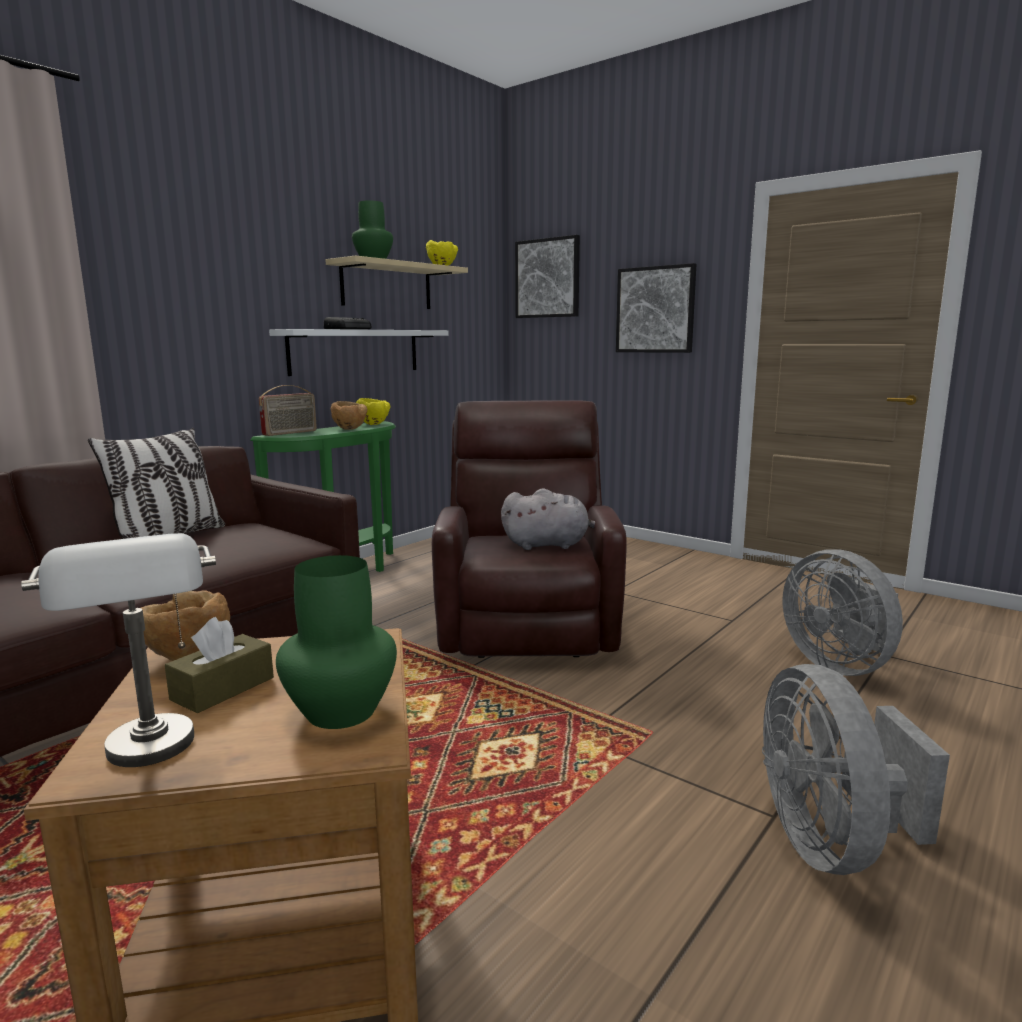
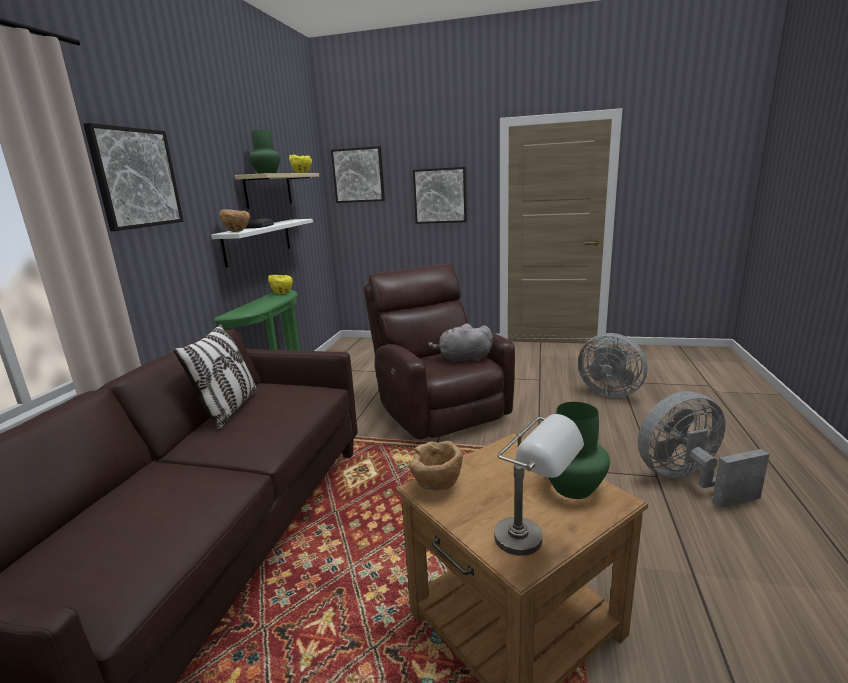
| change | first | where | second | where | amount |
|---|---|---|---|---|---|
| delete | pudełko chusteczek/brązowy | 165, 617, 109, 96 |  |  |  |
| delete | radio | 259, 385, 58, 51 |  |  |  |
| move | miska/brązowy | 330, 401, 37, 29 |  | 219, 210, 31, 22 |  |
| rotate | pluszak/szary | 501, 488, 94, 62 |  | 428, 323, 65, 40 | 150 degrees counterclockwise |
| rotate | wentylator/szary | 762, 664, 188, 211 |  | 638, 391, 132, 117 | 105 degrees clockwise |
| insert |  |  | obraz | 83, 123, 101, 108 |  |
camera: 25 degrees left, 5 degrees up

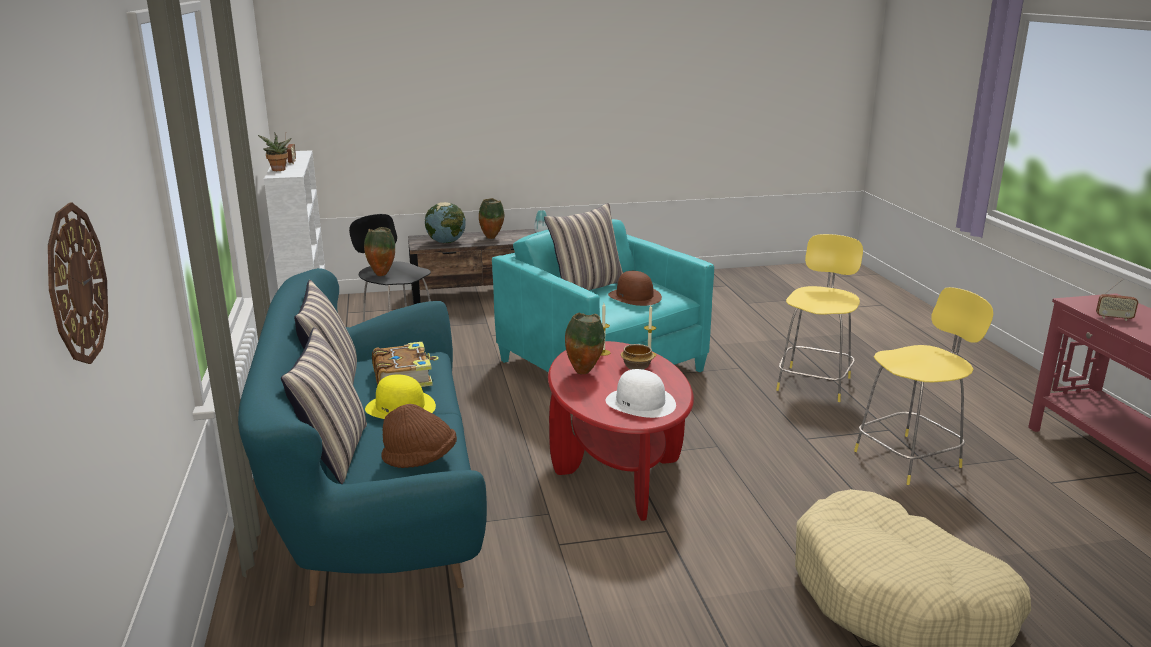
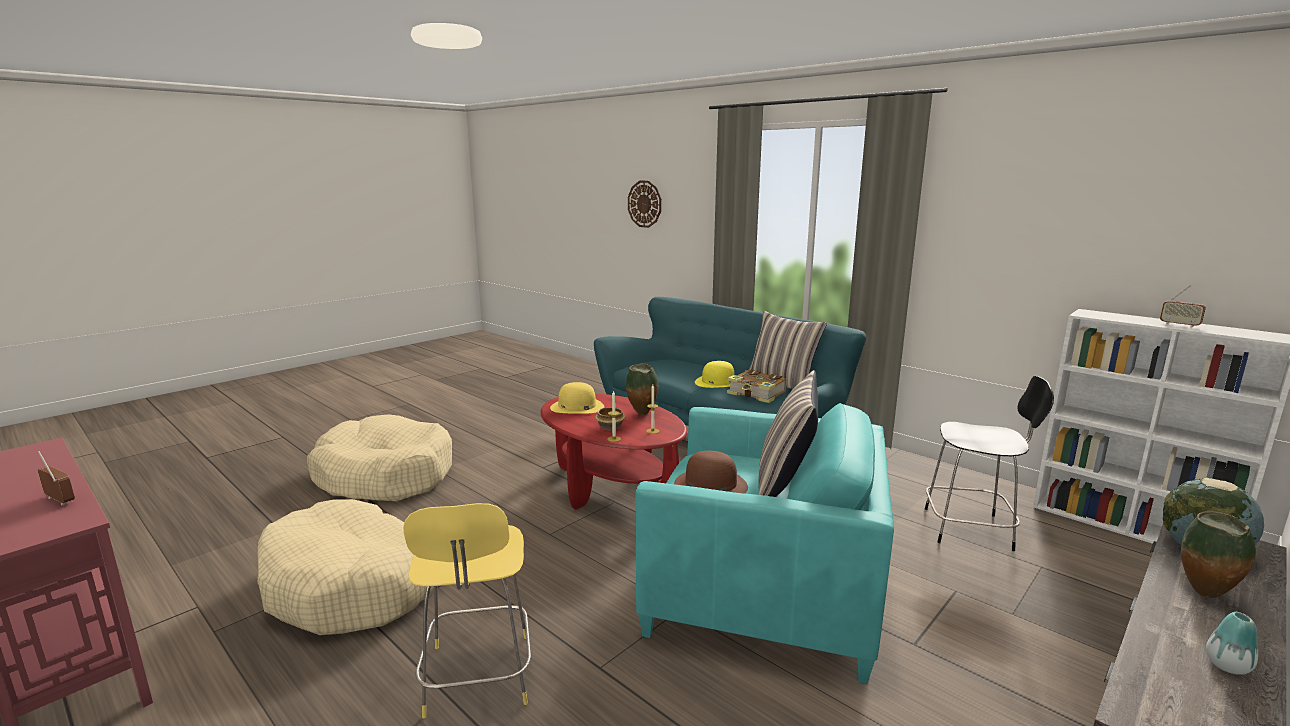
| change | first | where | second | where | amount |
|---|---|---|---|---|---|
| delete | roślina doniczkowa | 258, 133, 34, 38 |  |  |  |
| delete | poduszka | 281, 327, 86, 157 |  |  |  |
| delete | wazon | 364, 227, 31, 49 |  |  |  |
| delete | kapelusz/brązowy | 381, 404, 76, 64 |  |  |  |
| recolor | kapelusz/biały | 606, 369, 70, 49 | kapelusz/żółty | 550, 382, 54, 32 |  |
| replace | stołek/żółty | 854, 287, 139, 198 | legowisko/beżowy | 258, 499, 176, 136 |  |
| rotate | radio | 1096, 279, 43, 42 |  | 38, 451, 37, 54 | 45 degrees clockwise |
camera: 145 degrees right, 5 degrees down

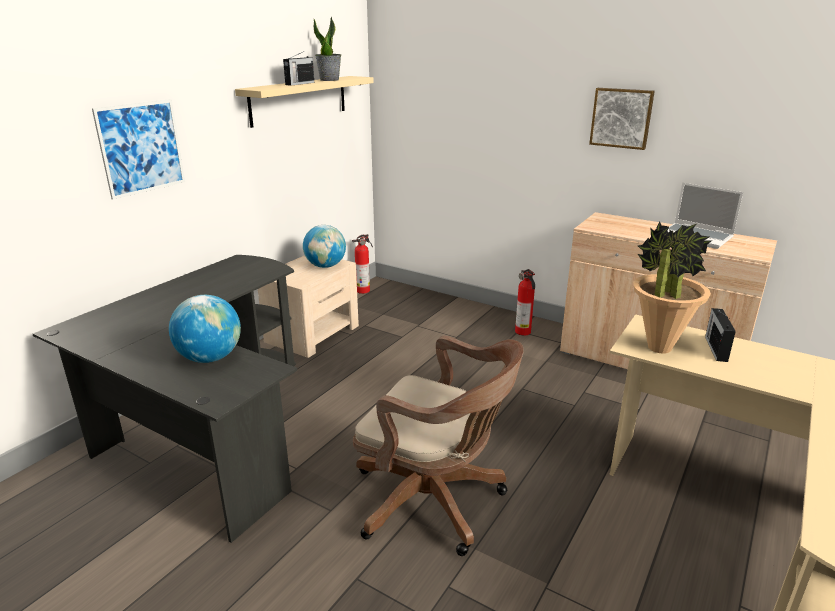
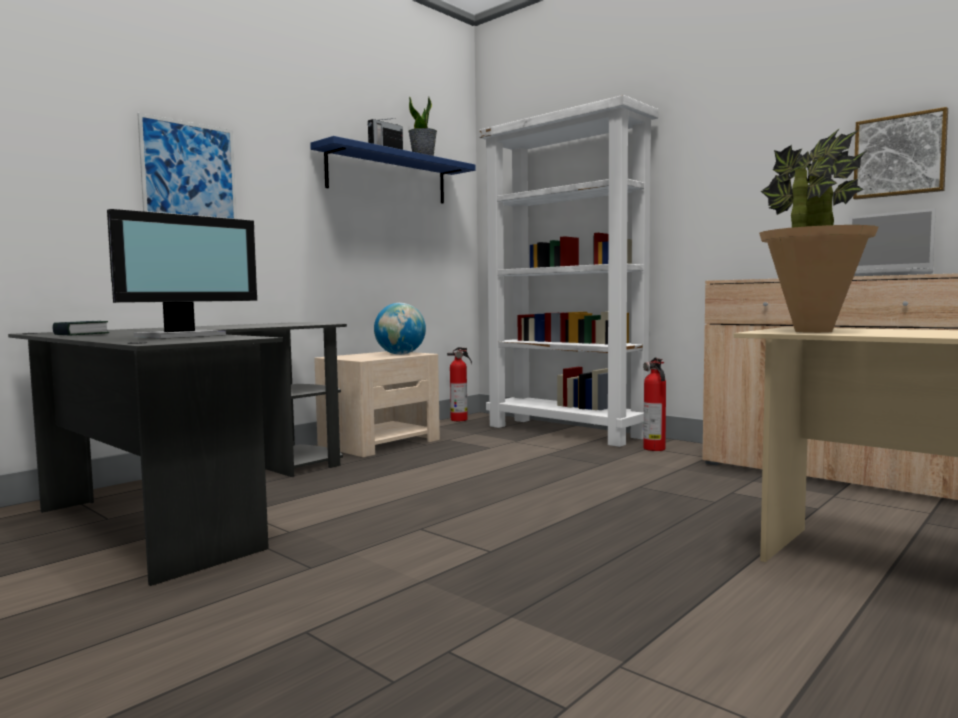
| change | first | where | second | where | amount |
|---|---|---|---|---|---|
| replace | globus | 169, 295, 72, 68 | monitor | 107, 209, 150, 130 |  |
| recolor | półka/beżowy | 235, 76, 139, 52 | półka/niebieski | 310, 136, 166, 68 |  |
| delete | krzesło biurowe/brązowy | 353, 336, 171, 220 |  |  |  |
| move | obraz | 589, 88, 66, 62 |  | 853, 107, 95, 93 |  |
| delete | radio | 705, 308, 31, 54 |  |  |  |
| insert |  |  | książka | 52, 321, 57, 15 |  |
| insert |  |  | regał/biały | 479, 95, 179, 352 |  |
camera: 10 degrees right, 20 degrees down

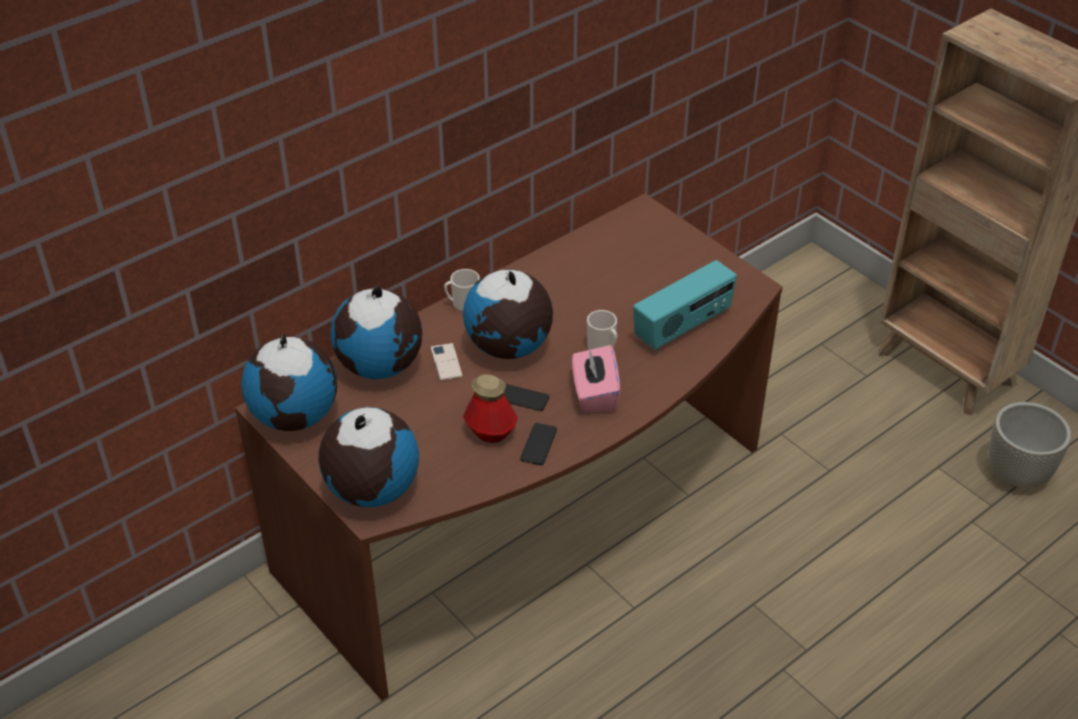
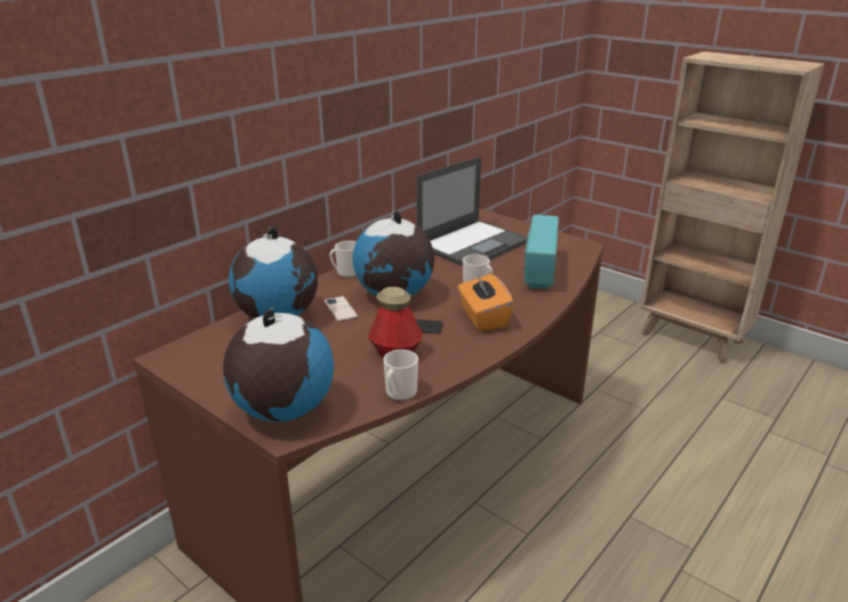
| change | first | where | second | where | amount |
|---|---|---|---|---|---|
| delete | globus | 241, 334, 96, 97 |  |  |  |
| delete | telefon | 520, 423, 37, 42 |  |  |  |
| recolor | pudełko chusteczek/różowy | 572, 345, 48, 68 | pudełko chusteczek/pomarańczowy | 458, 271, 56, 60 |  |
| rotate | radio | 633, 260, 104, 91 |  | 523, 215, 36, 74 | 150 degrees clockwise |
| delete | donica/szary | 989, 402, 82, 86 |  |  |  |
| insert |  |  | kubek | 383, 349, 35, 52 |  |
| insert |  |  | laptop | 416, 156, 112, 110 |  |
camera: 10 degrees left, 15 degrees down

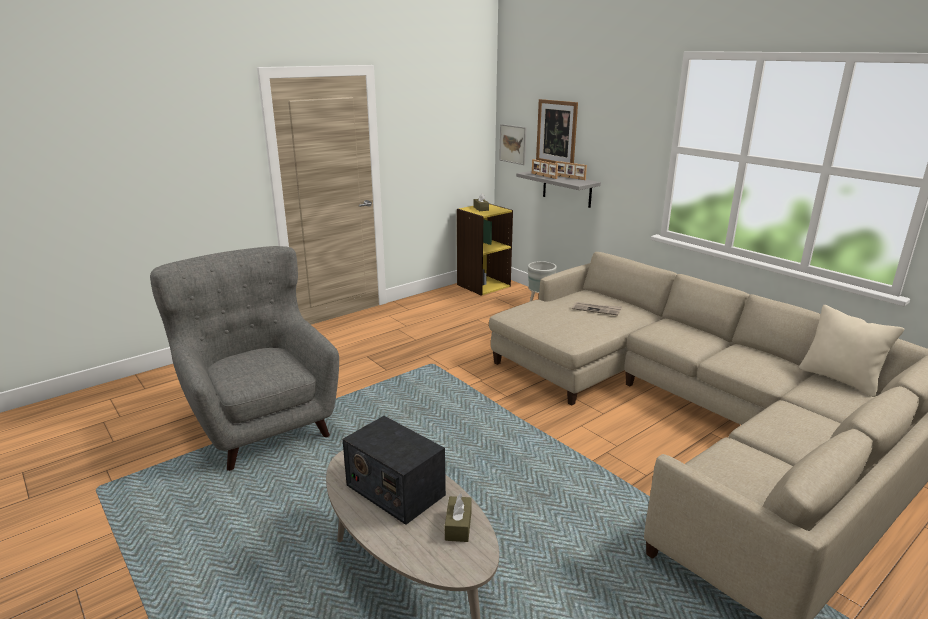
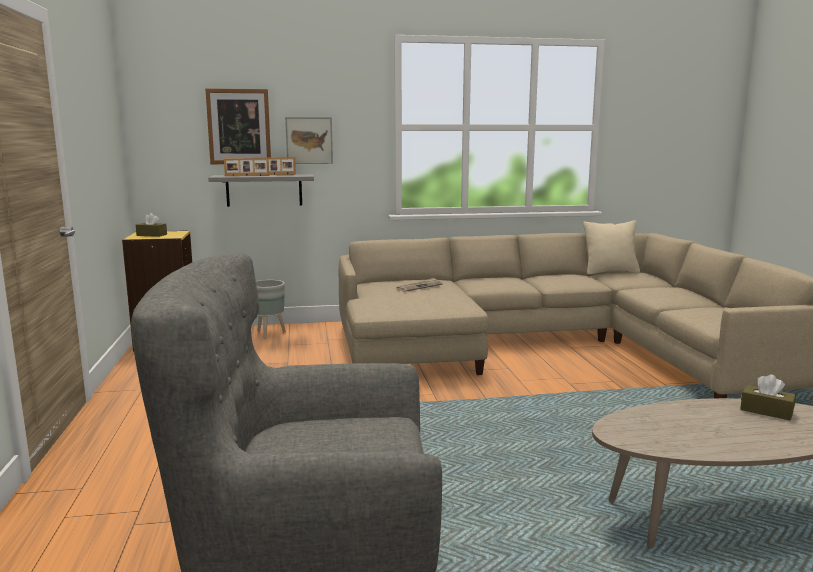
| change | first | where | second | where | amount |
|---|---|---|---|---|---|
| delete | radio | 342, 416, 104, 109 |  |  |  |
| move | obraz | 499, 124, 28, 41 |  | 285, 117, 48, 47 |  |
camera: 60 degrees left, 10 degrees down

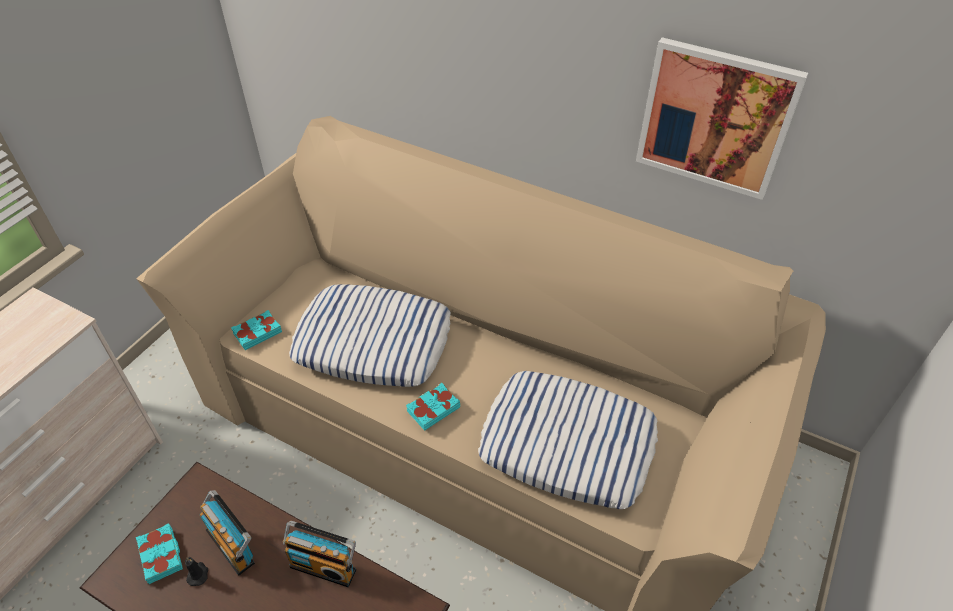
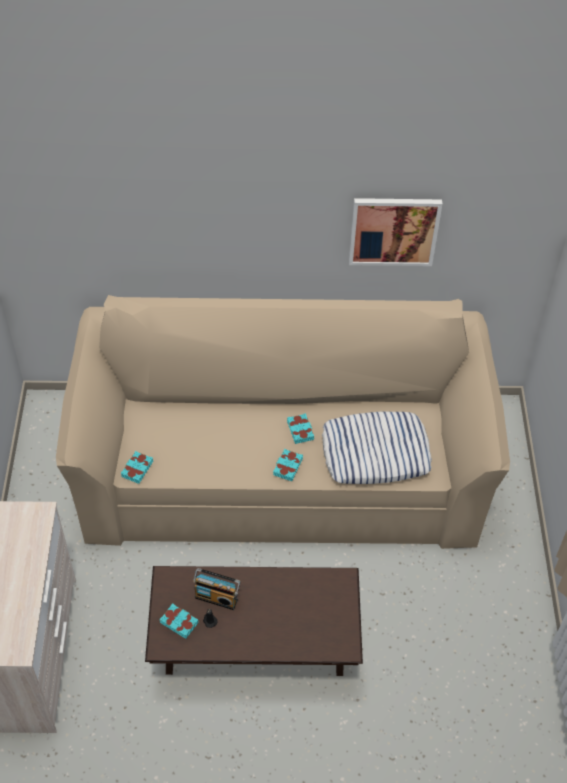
| change | first | where | second | where | amount |
|---|---|---|---|---|---|
| delete | radio | 283, 521, 73, 66 |  |  |  |
| delete | poduszka | 289, 284, 162, 103 |  |  |  |
| insert |  |  | książka/turkusowy | 287, 413, 27, 31 |  |
camera: 30 degrees left, 5 degrees up

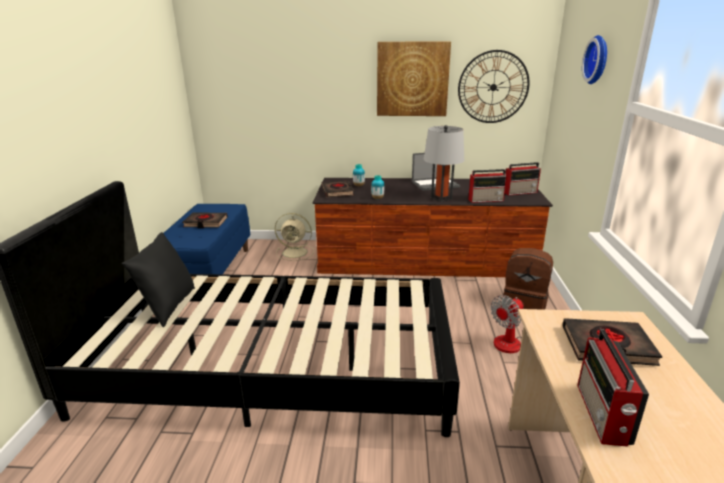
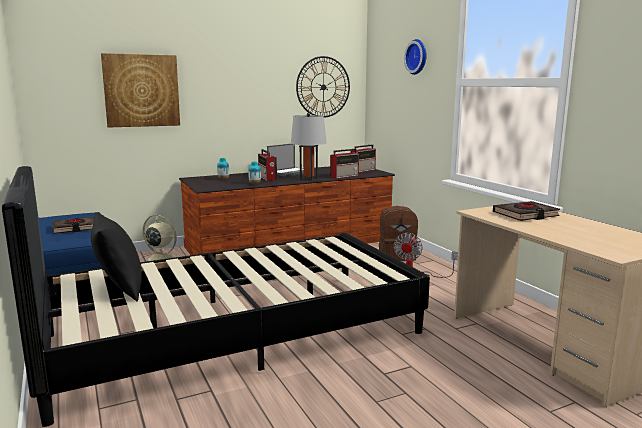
| change | first | where | second | where | amount |
|---|---|---|---|---|---|
| rotate | wentylator/beżowy | 275, 213, 39, 48 |  | 139, 215, 43, 46 | 135 degrees counterclockwise |
| delete | książka/czarny | 322, 180, 32, 17 |  |  |  |
| move | obraz | 377, 41, 74, 75 |  | 101, 53, 79, 75 |  |
| move | radio | 577, 329, 72, 118 |  | 258, 149, 19, 32 |  |
camera: 30 degrees left, 10 degrees down

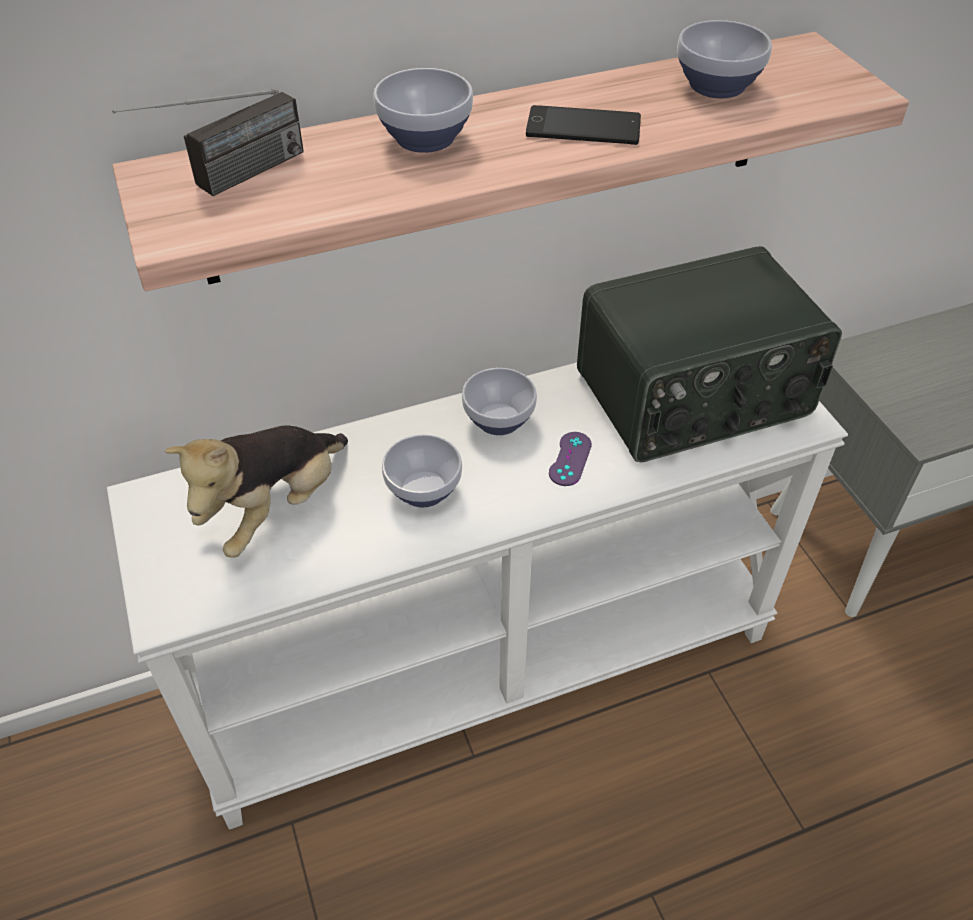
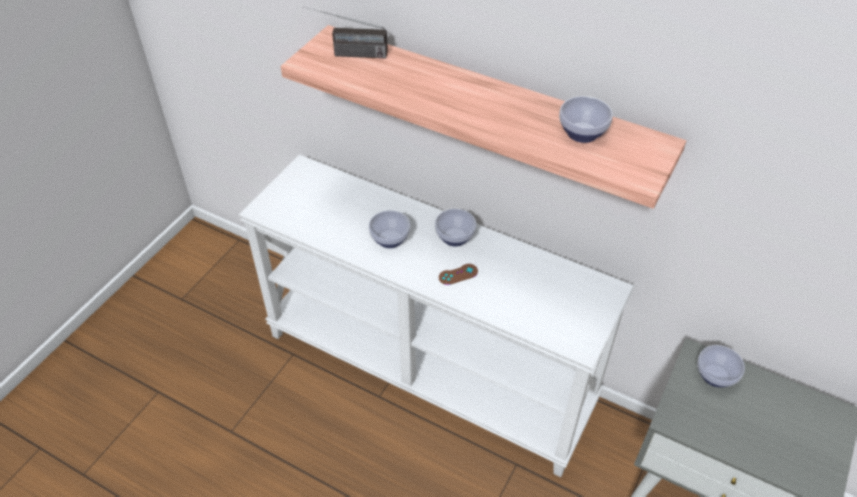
| change | first | where | second | where | amount |
|---|---|---|---|---|---|
| delete | pluszak | 165, 426, 183, 132 |  |  |  |
| move | miska | 373, 68, 100, 85 |  | 697, 345, 48, 42 |  |
| delete | telefon | 526, 105, 115, 40 |  |  |  |
| recolor | pad do gier/fioletowy | 549, 432, 43, 54 | pad do gier/brązowy | 439, 264, 39, 21 |  |
| delete | radio | 577, 246, 265, 216 |  |  |  |
camera: 50 degrees right, 0 degrees up

